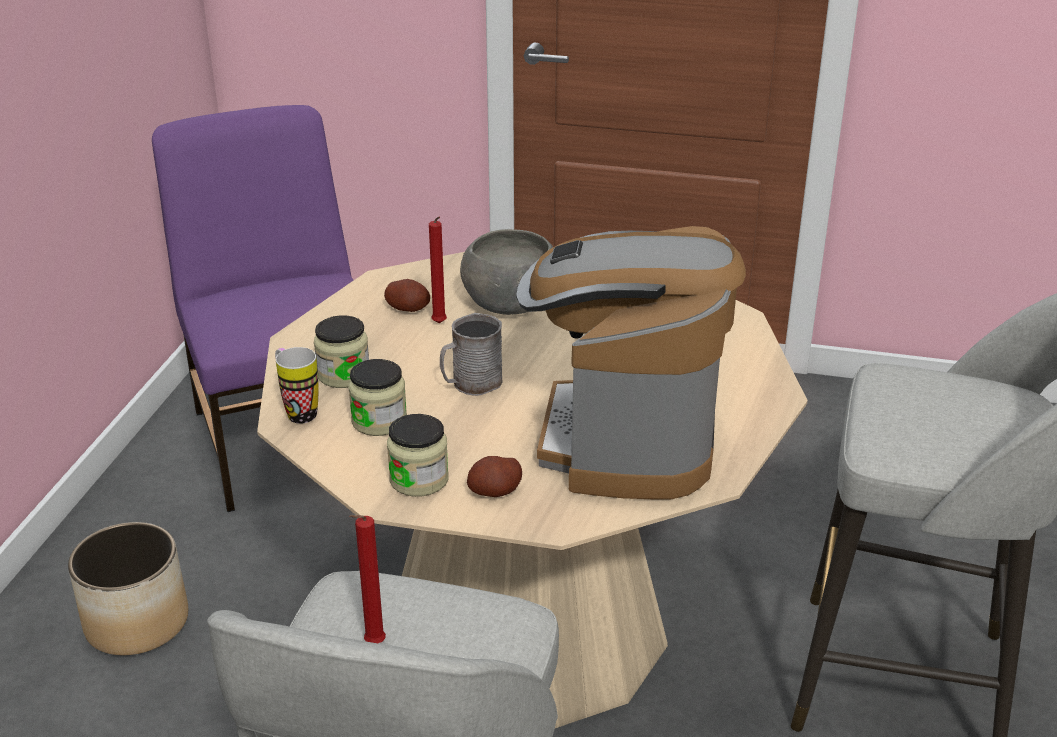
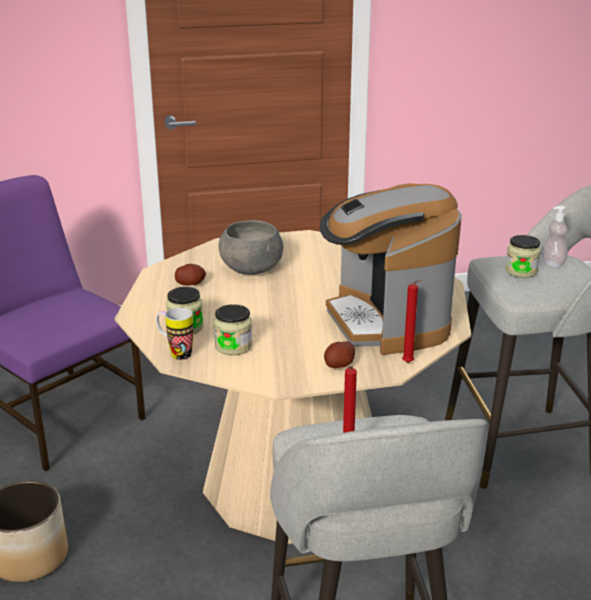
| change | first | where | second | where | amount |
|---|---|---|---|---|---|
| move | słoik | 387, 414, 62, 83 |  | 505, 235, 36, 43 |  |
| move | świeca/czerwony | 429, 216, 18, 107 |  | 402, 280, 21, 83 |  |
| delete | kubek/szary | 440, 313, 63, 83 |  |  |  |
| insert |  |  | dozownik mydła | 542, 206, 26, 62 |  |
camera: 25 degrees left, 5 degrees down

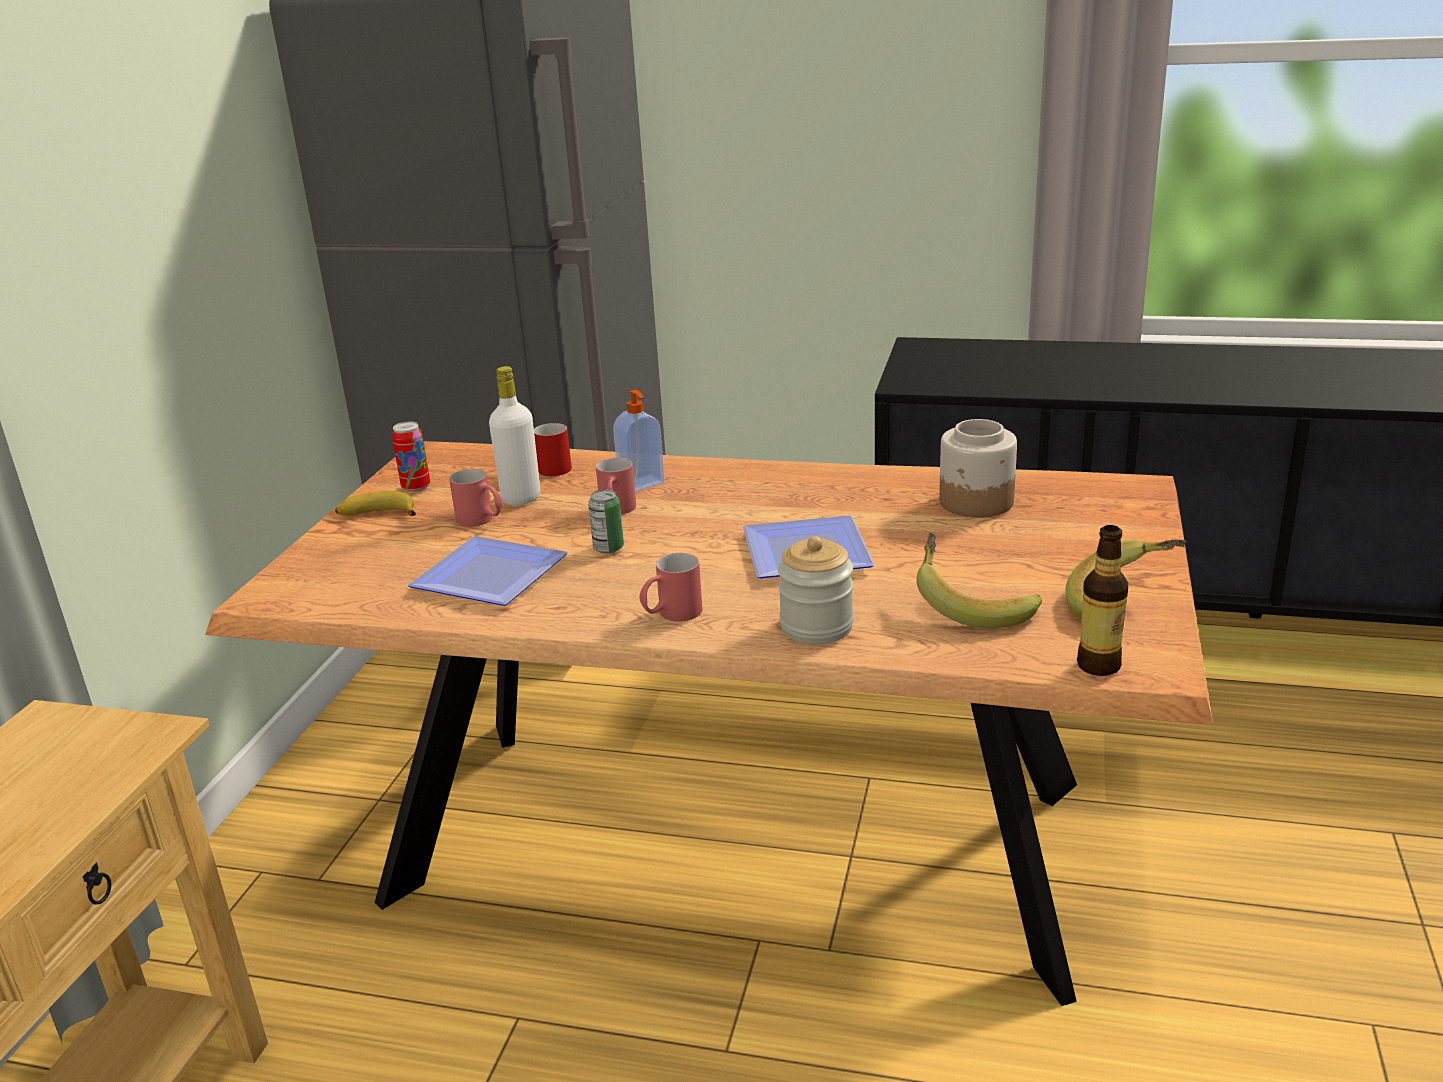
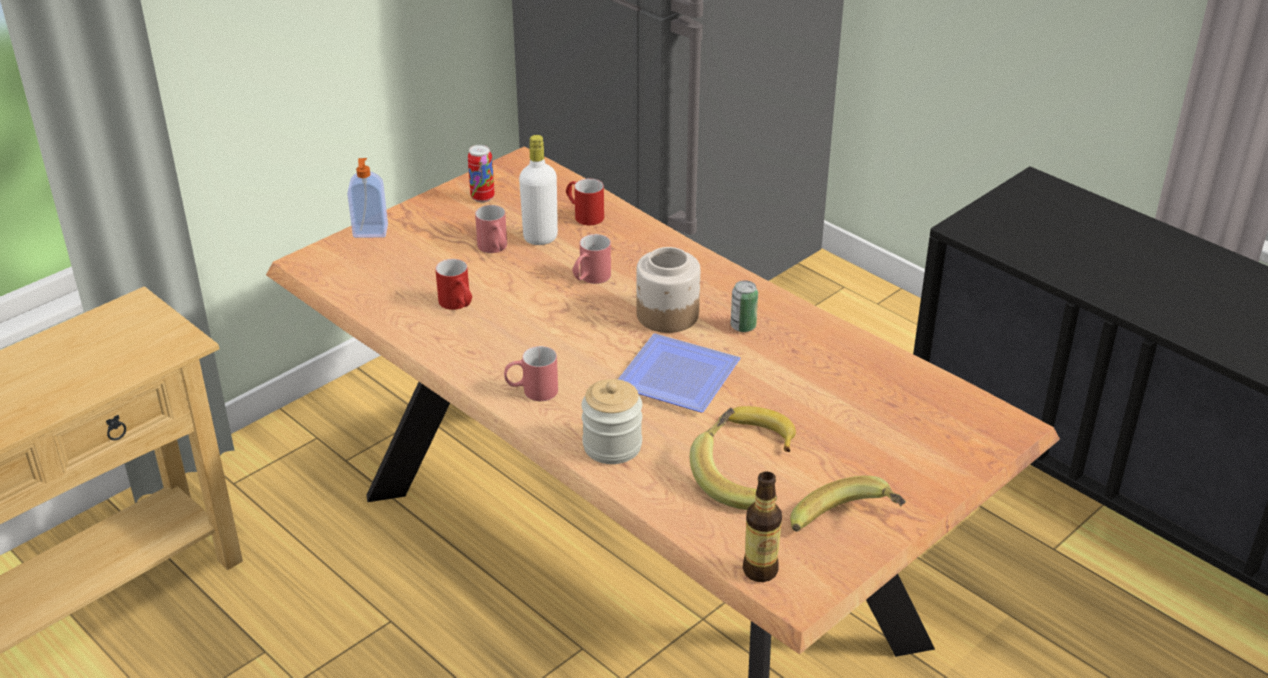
| change | first | where | second | where | amount |
|---|---|---|---|---|---|
| move | banan | 335, 491, 81, 25 |  | 728, 406, 68, 46 |  |
| replace | talerz | 408, 536, 159, 70 | kubek/czerwony | 435, 259, 37, 51 |  |
| move | puszka | 588, 490, 36, 63 |  | 731, 281, 27, 51 |  |
| move | dozownik mydła | 613, 390, 52, 102 |  | 347, 158, 41, 80 |  |
| move | słoik | 939, 419, 78, 98 |  | 636, 247, 64, 86 |  |
camera: 30 degrees right, 10 degrees up

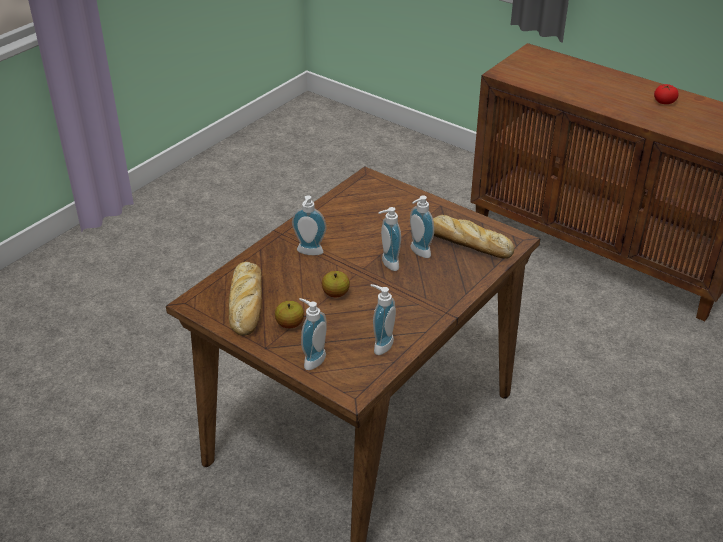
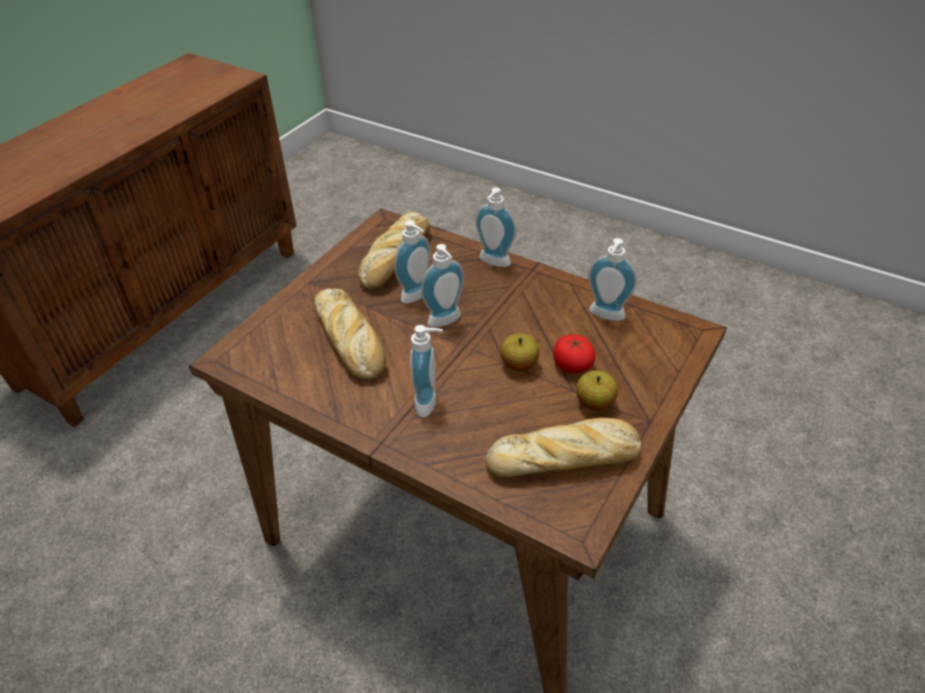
| change | first | where | second | where | amount |
|---|---|---|---|---|---|
| move | dozownik mydła | 299, 298, 28, 72 |  | 475, 187, 41, 80 |  |
| move | pomidor | 654, 84, 24, 20 |  | 553, 334, 43, 39 |  |
| insert |  |  | chleb | 314, 288, 72, 93 |  |
camera: 95 degrees left, 5 degrees up

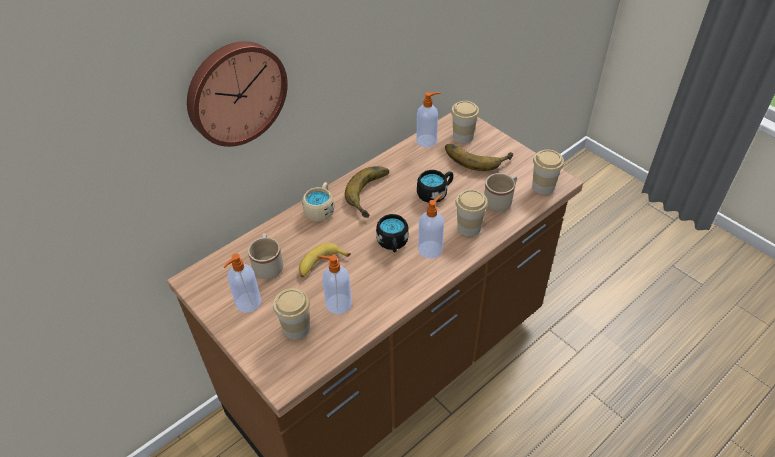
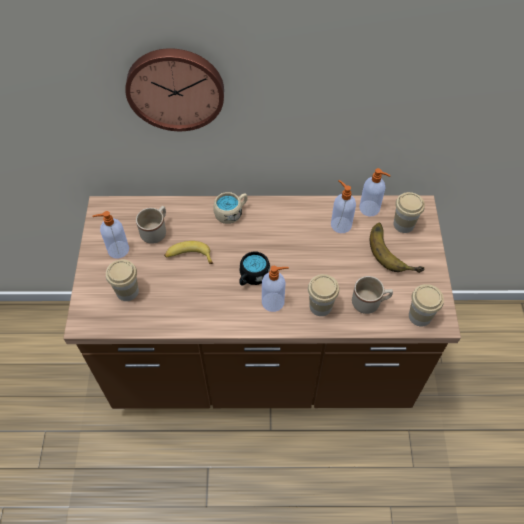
| change | first | where | second | where | amount |
|---|---|---|---|---|---|
| move | dozownik mydła | 317, 255, 35, 59 |  | 331, 180, 25, 53 |  |
| delete | banan | 345, 166, 44, 52 |  |  |  |
| delete | kubek/czarny | 417, 170, 36, 33 |  |  |  |
camera: 40 degrees right, 10 degrees up

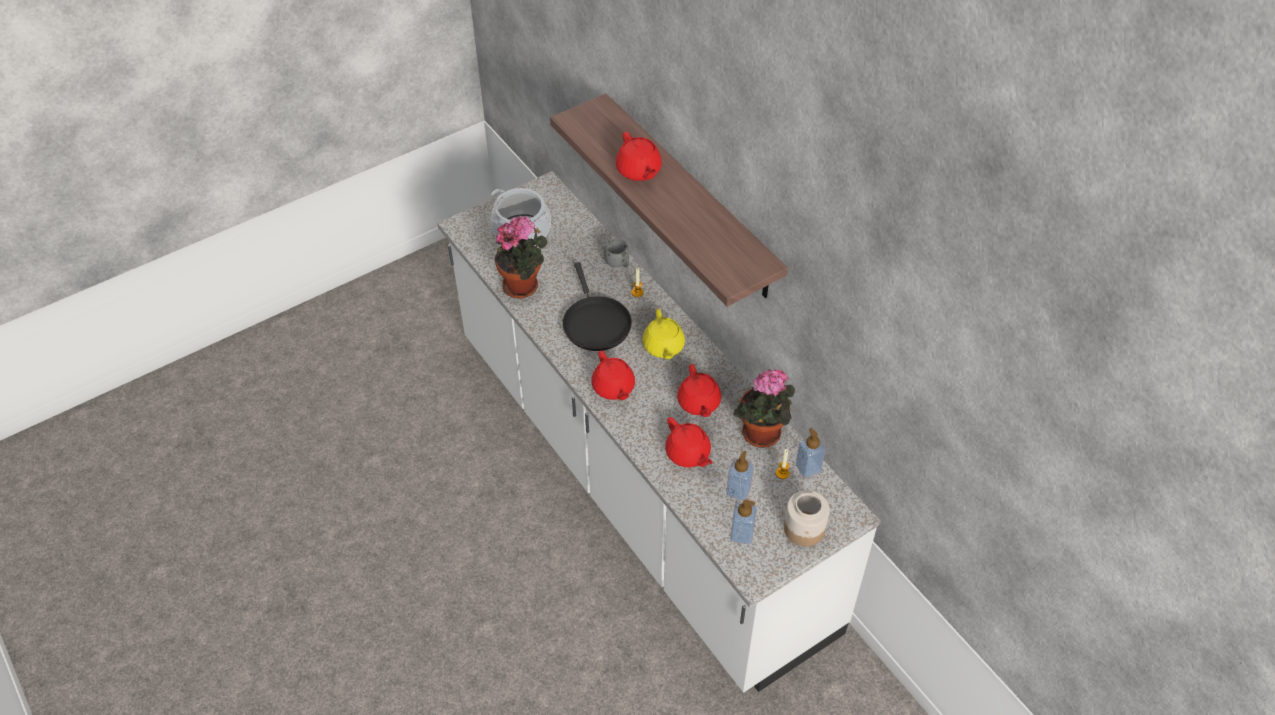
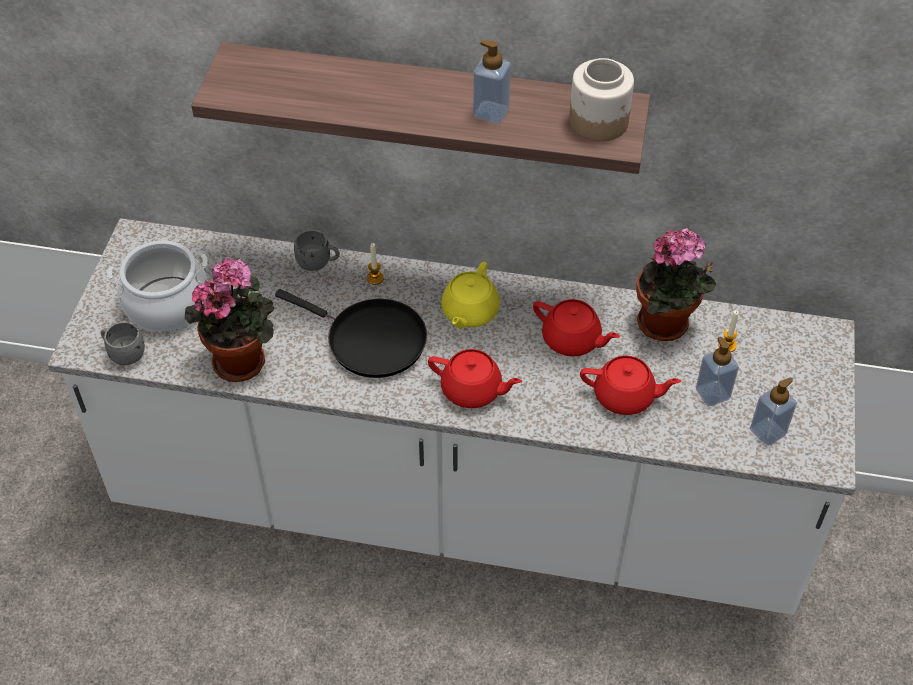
| change | first | where | second | where | amount |
|---|---|---|---|---|---|
| delete | imbryk/czerwony | 616, 132, 46, 49 |  |  |  |
| rotate | imbryk/żółty | 642, 309, 43, 50 |  | 441, 262, 59, 66 | 75 degrees clockwise |
| move | słoik | 784, 490, 46, 56 |  | 569, 58, 65, 84 |  |
| move | dozownik mydła | 796, 428, 29, 50 |  | 473, 40, 38, 84 |  |
| insert |  |  | kubek/szary | 101, 321, 44, 44 |  |
camera: 45 degrees left, 0 degrees up

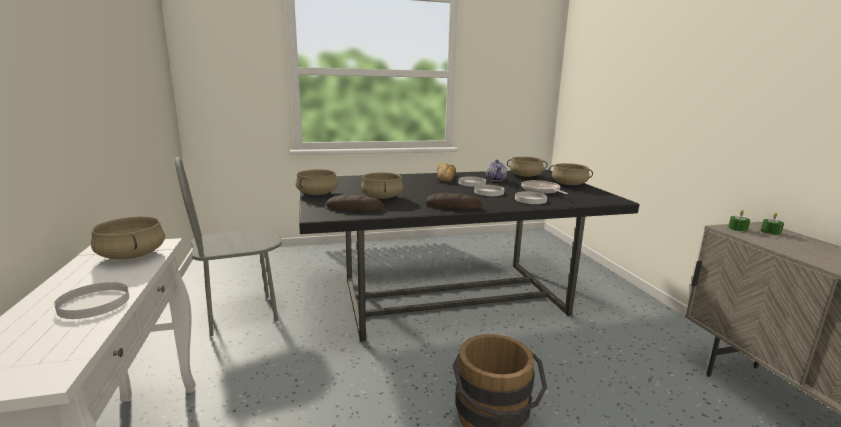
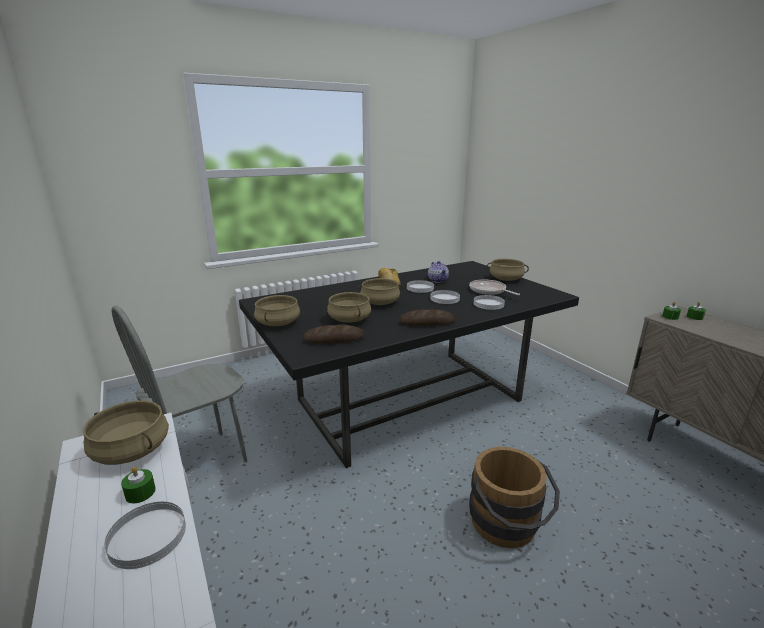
| change | first | where | second | where | amount |
|---|---|---|---|---|---|
| move | garnek/beżowy | 507, 157, 41, 20 |  | 356, 278, 48, 27 |  |
| insert |  |  | świeca/zielony | 121, 467, 35, 36 |  |
camera: 15 degrees left, 5 degrees up

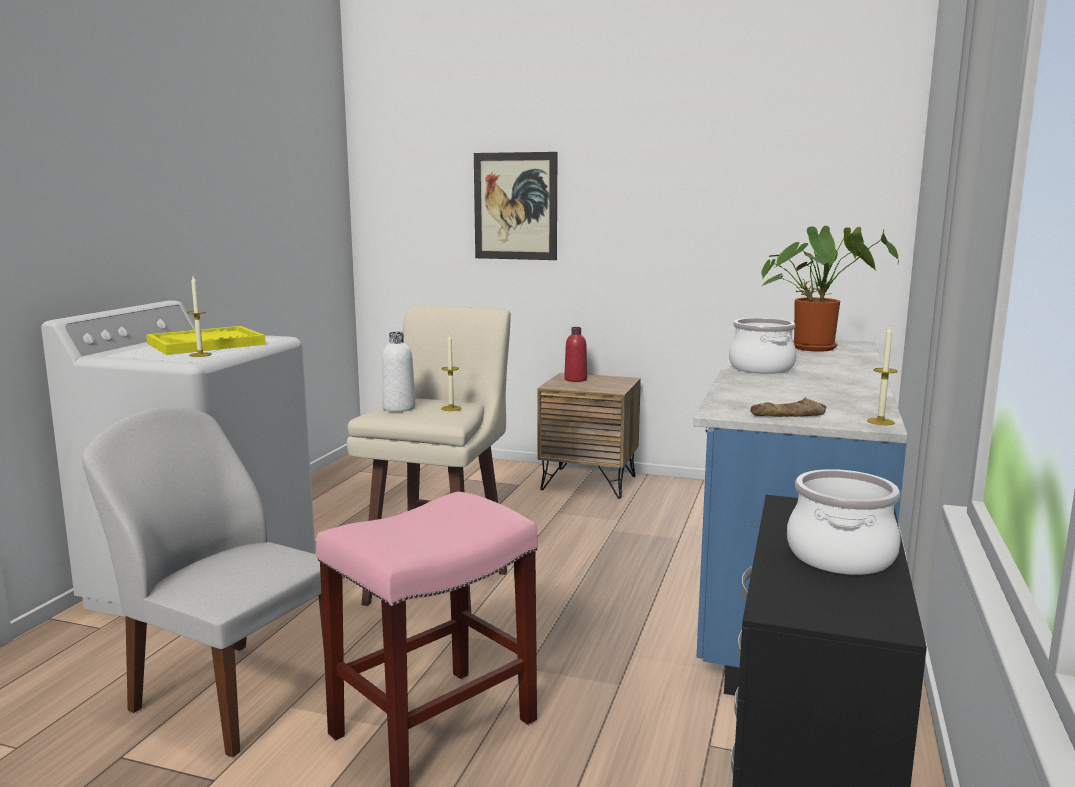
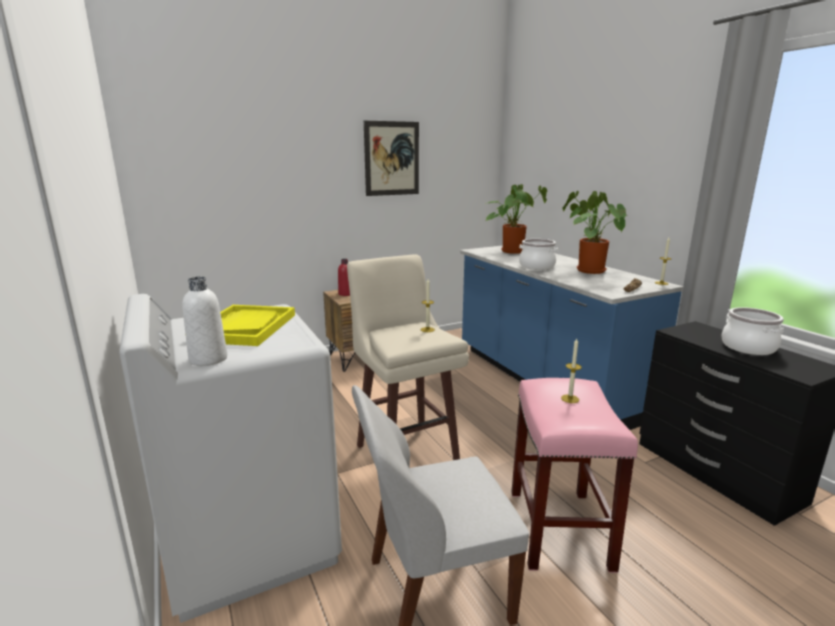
| change | first | where | second | where | amount |
|---|---|---|---|---|---|
| move | świeca | 187, 276, 25, 81 |  | 561, 338, 21, 65 |  |
| move | butelka/biały | 382, 332, 34, 80 |  | 182, 277, 45, 89 |  |
| move | obraz | 474, 152, 83, 108 |  | 364, 121, 55, 75 |  |
| insert |  |  | roślina doniczkowa | 563, 191, 64, 83 |  |
camera: 45 degrees left, 5 degrees up

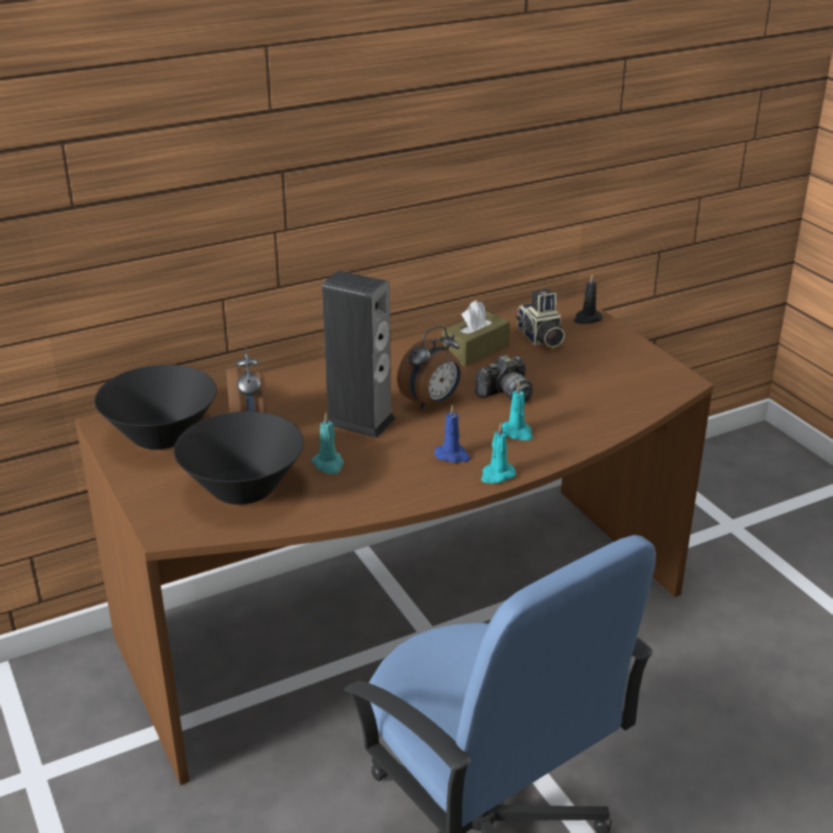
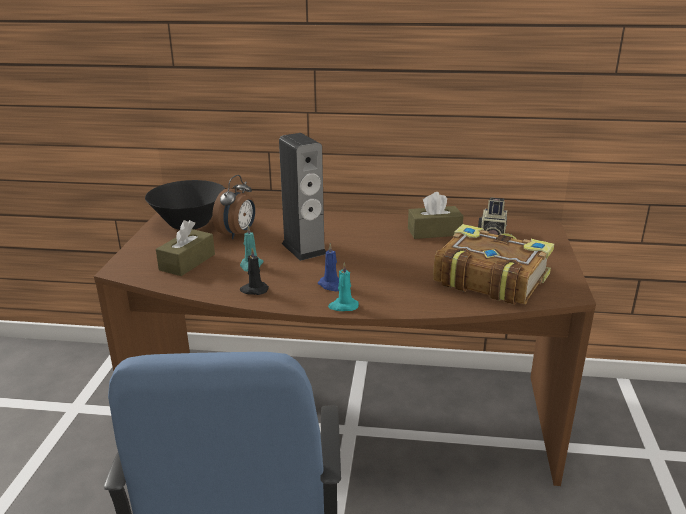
| change | first | where | second | where | amount |
|---|---|---|---|---|---|
| replace | miska/czarny | 174, 411, 130, 94 | pudełko chusteczek/brązowy | 156, 220, 59, 56 |  |
| delete | budzik | 397, 325, 65, 85 |  |  |  |
| delete | aparat fotograficzny | 475, 355, 58, 47 |  |  |  |
| delete | świeca/turkusowy | 502, 382, 31, 58 |  |  |  |
| move | świeca/czarny | 574, 274, 29, 50 |  | 240, 248, 29, 47 |  |
| insert |  |  | książka | 433, 224, 121, 81 |  |
camera: 35 degrees right, 5 degrees down

